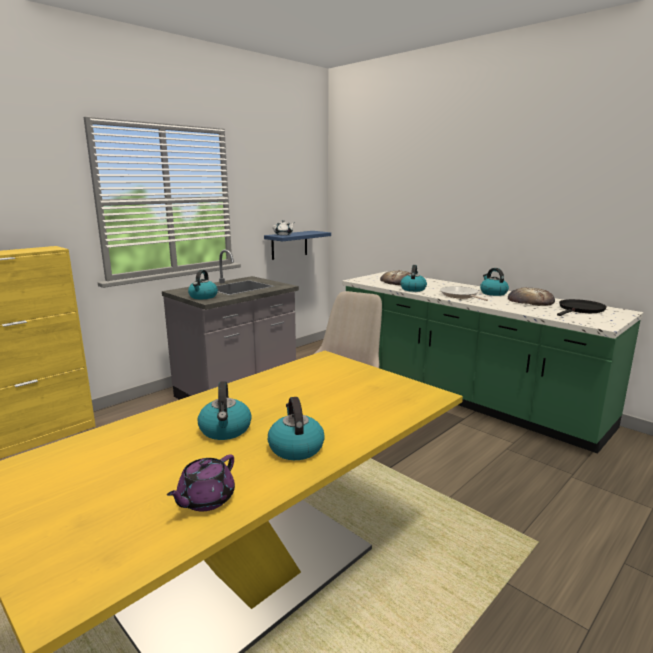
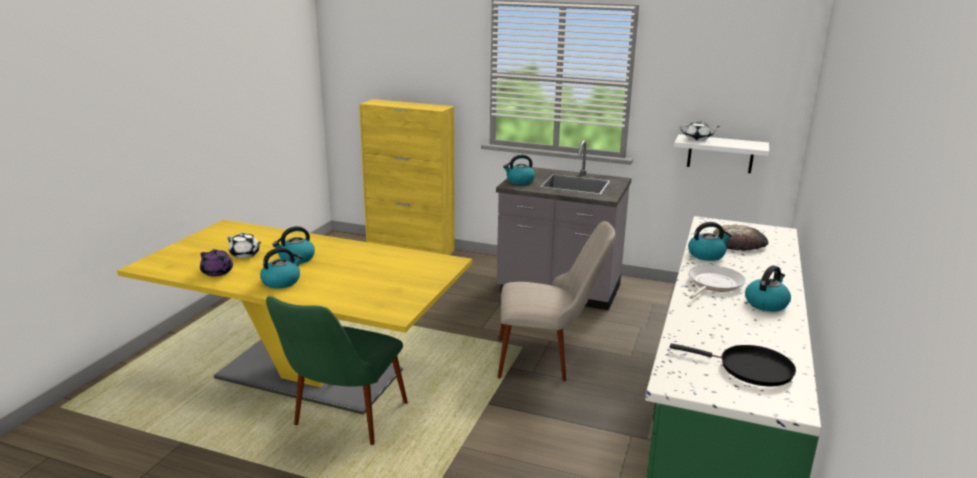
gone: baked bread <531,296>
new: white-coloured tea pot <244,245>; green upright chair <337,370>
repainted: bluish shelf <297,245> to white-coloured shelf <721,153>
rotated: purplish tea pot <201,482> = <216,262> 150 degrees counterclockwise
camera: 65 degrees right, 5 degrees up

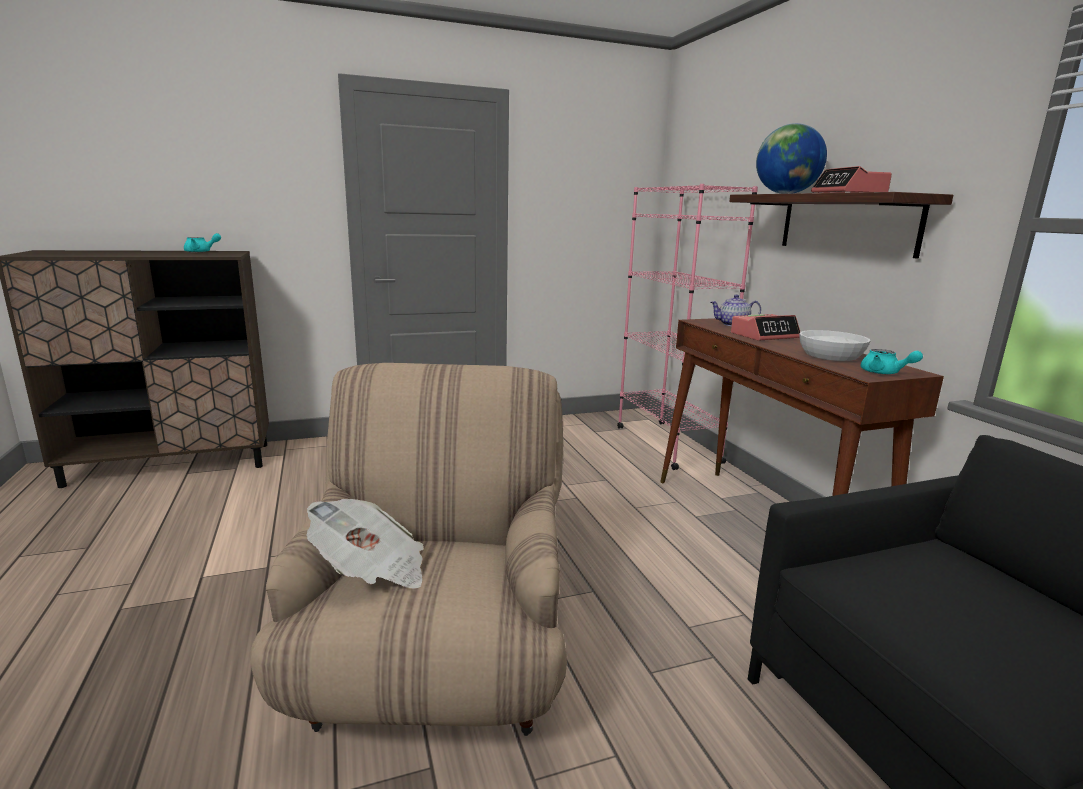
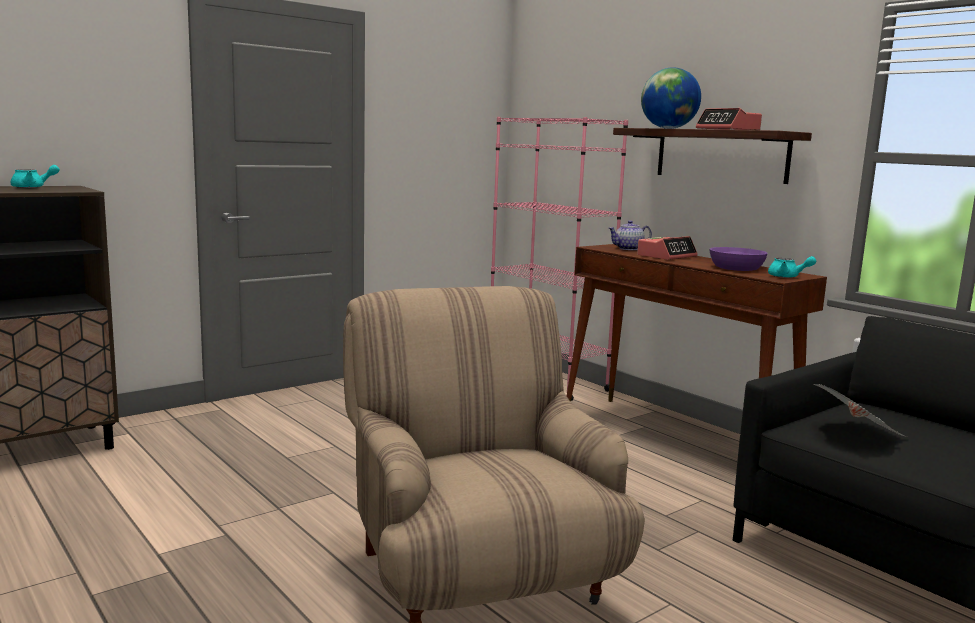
shifted: daily paper <365,544> to <860,410>
repainted: white-coloured bowl <835,345> to purplish bowl <738,259>
camera: 20 degrees left, 5 degrees down

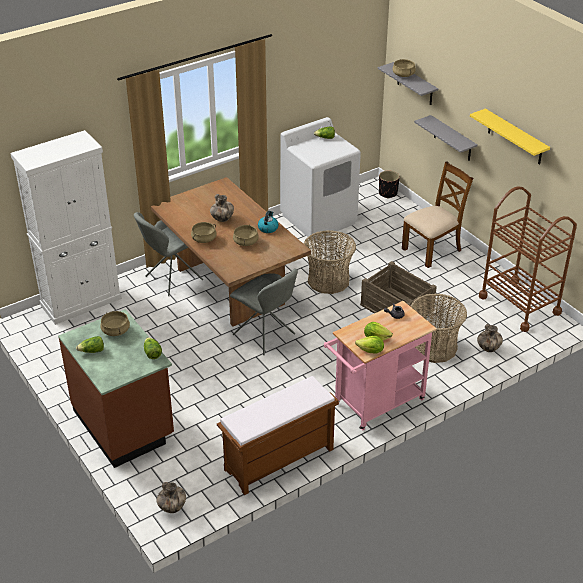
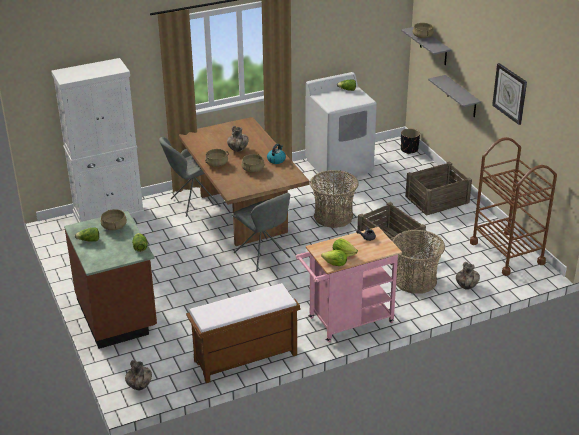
swapped: yellow shelf <510,137> to clock on the wall <509,94>; brown upright chair <437,215> to shipping crate <438,188>
camera: 10 degrees right, 5 degrees down

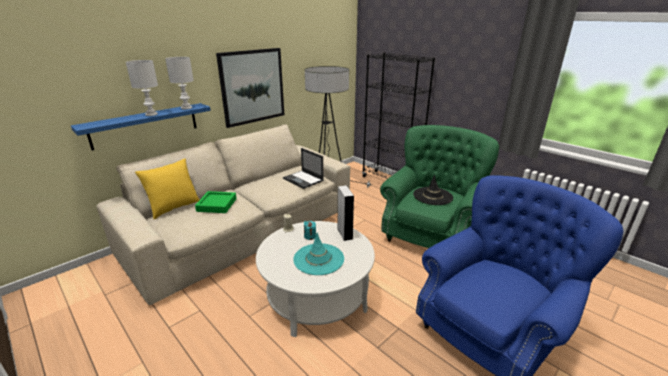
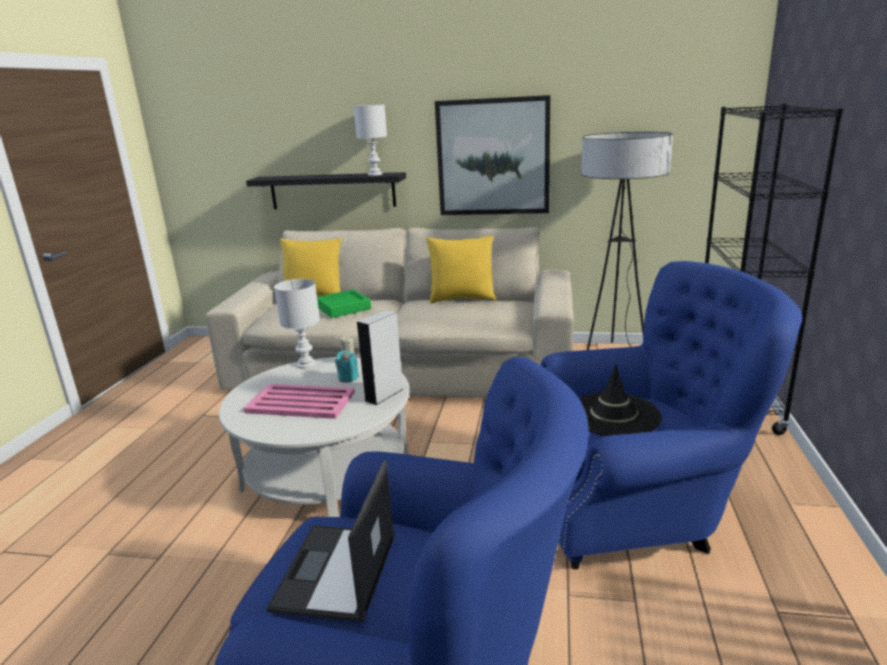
new: yellow throw pillow <461,269>
shifted: white-coloured tabletop lamp <142,88> to <297,324>; laptop <303,168> to <330,541>
swapped: blue-green wearable hat <318,254> to pink carrying tray <299,401>
repainted: bluish shelf <141,127> to blackish shelf <326,190>; green lounge chair <439,186> to bluish lounge chair <671,415>
camera: 55 degrees right, 5 degrees down

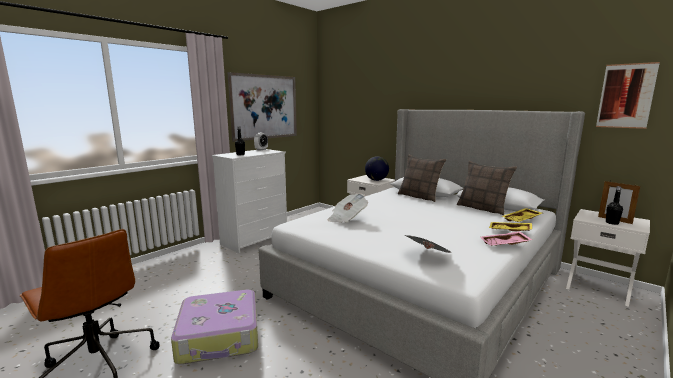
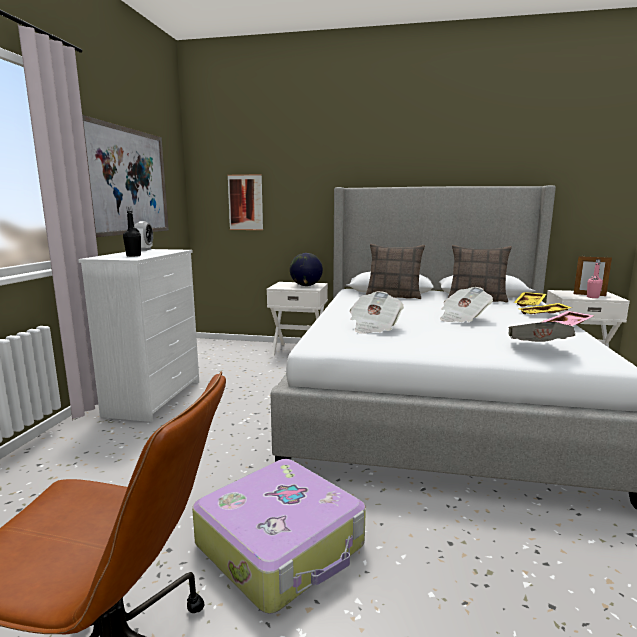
new: daily paper <466,304>
shifted: wall art <628,95> to <245,202>
repainted: blackish bottle <614,205> to pink bottle <595,278>
camera: 30 degrees left, 0 degrees up

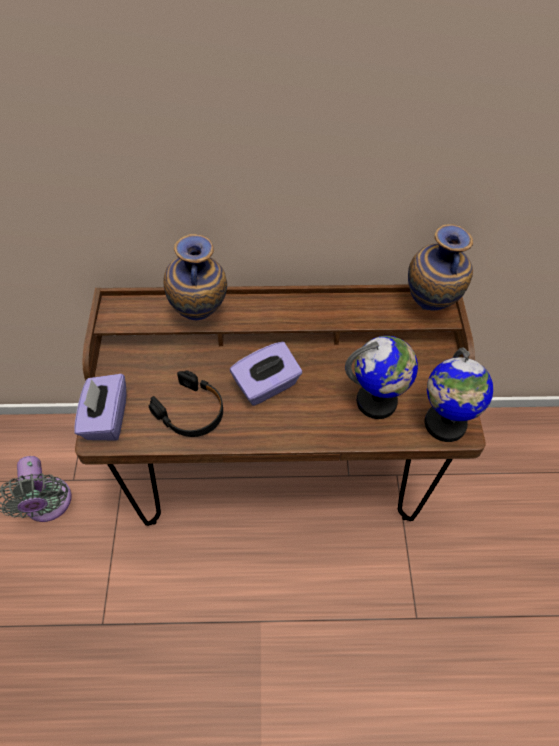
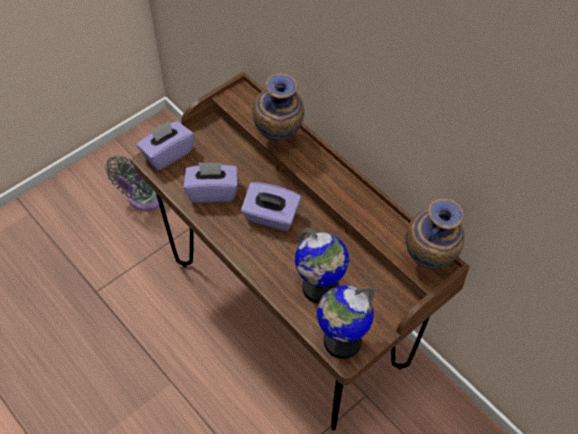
swapped: blackish pair of headphones <186,403> to purplish tissue box <211,182>
camera: 50 degrees right, 0 degrees up

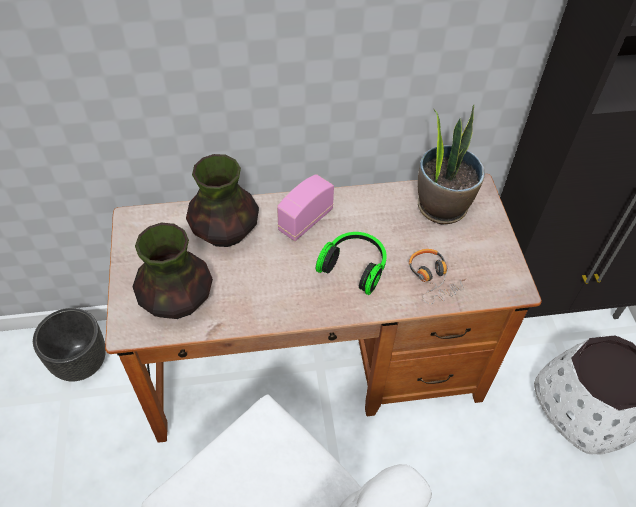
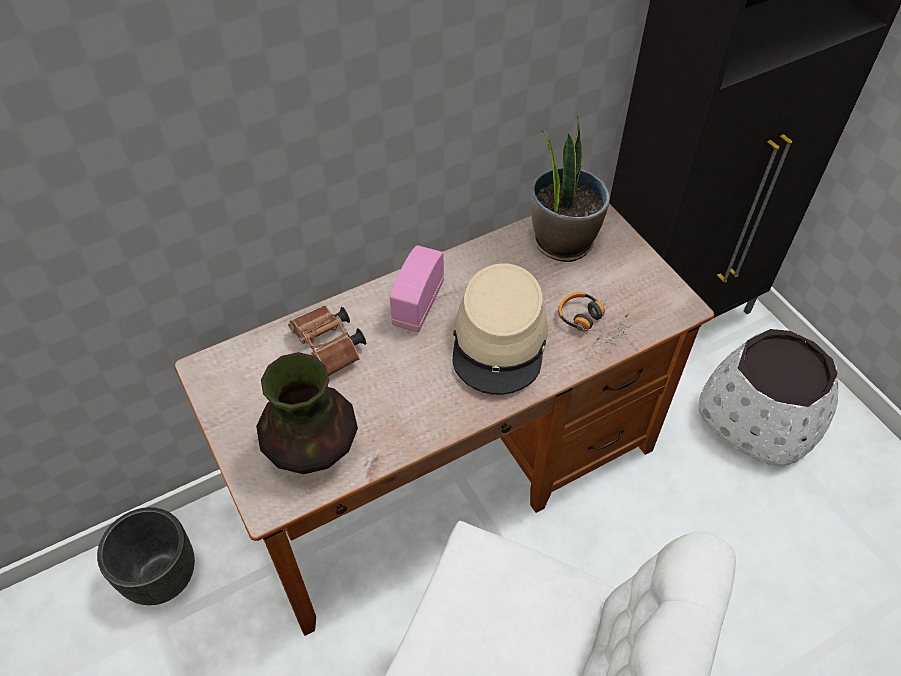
swapped: decorative vase <222,200> to brown field glasses <327,341>; pair of headphones <351,263> to beige wearable hat <500,329>
camera: 20 degrees left, 0 degrees up

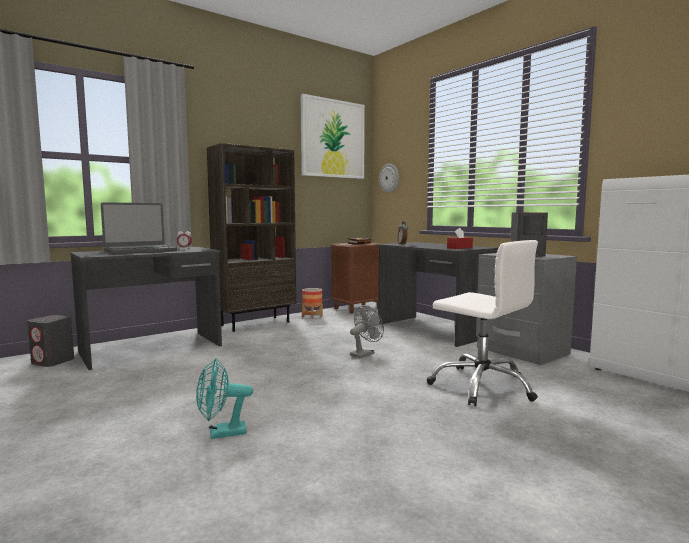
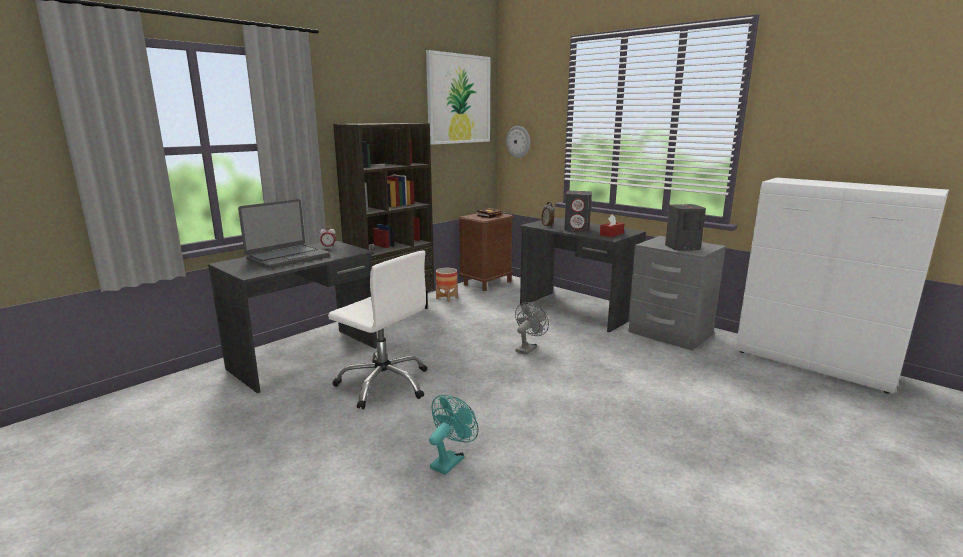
shifted: white-coloured office chair <482,323> to <377,330>; gray audio speaker <50,341> to <578,211>
rotated: blue-green electric fan <224,398> = <453,435> 150 degrees clockwise
camera: 10 degrees left, 10 degrees up

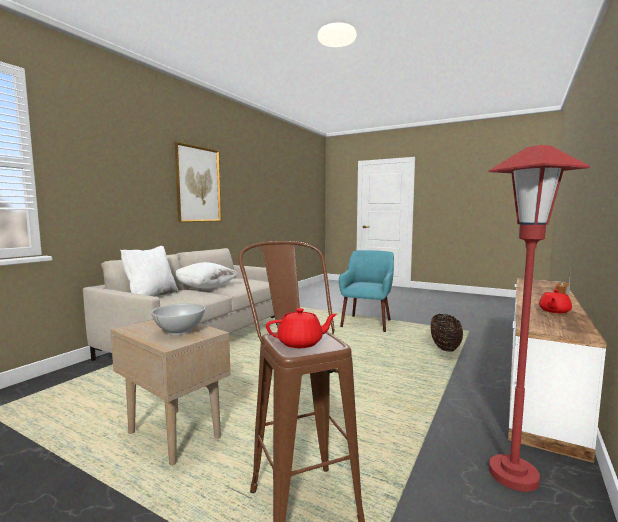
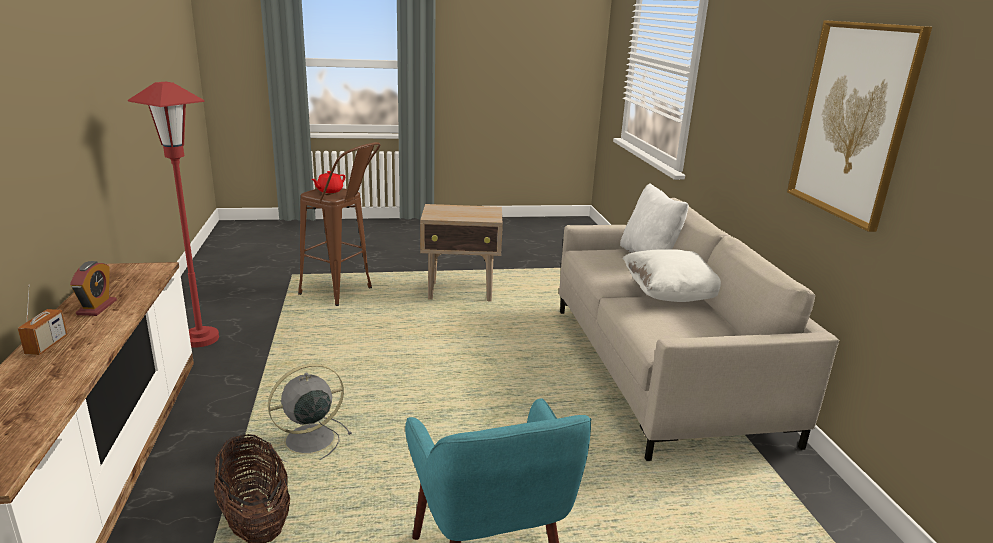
gone: white-coloured bowl <178,319>
new: gray electric fan <310,413>
swapped: red-coloured tea pot <555,301> to bedside clock <93,288>
camera: 140 degrees right, 15 degrees up

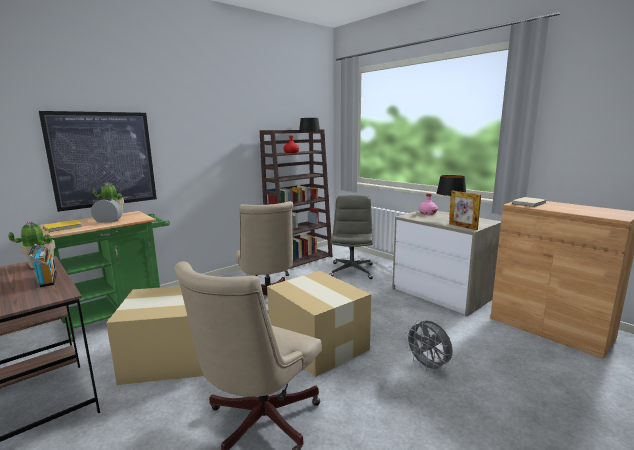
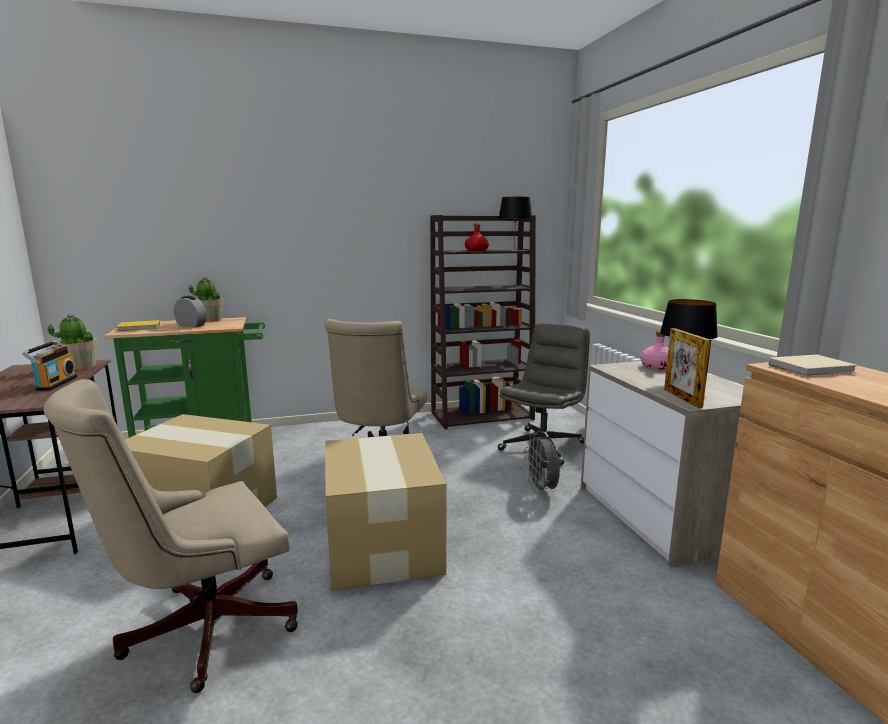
gone: wall art <98,161>
shifted: gray electric fan <428,346> to <542,463>
camera: 25 degrees right, 0 degrees up

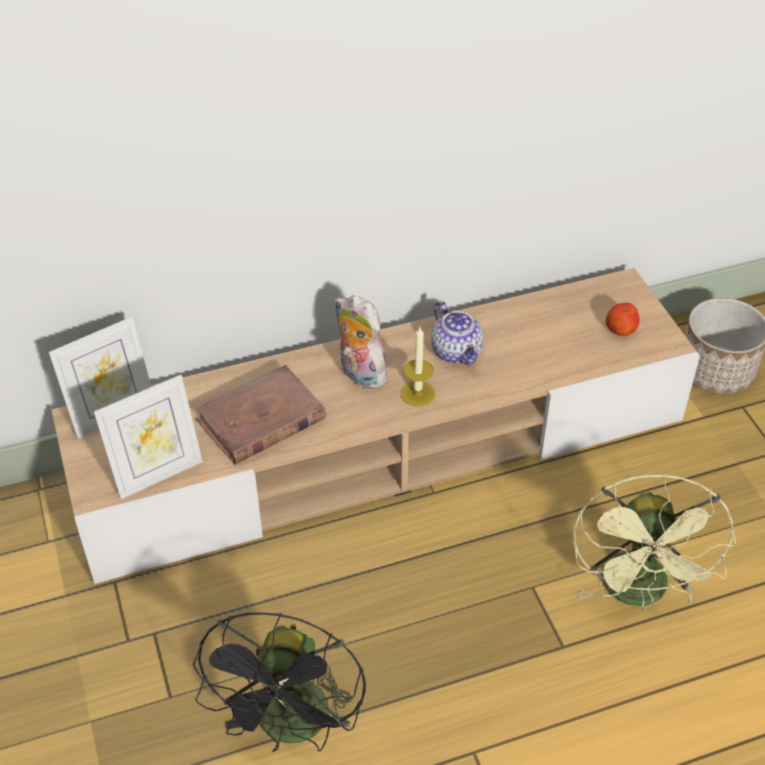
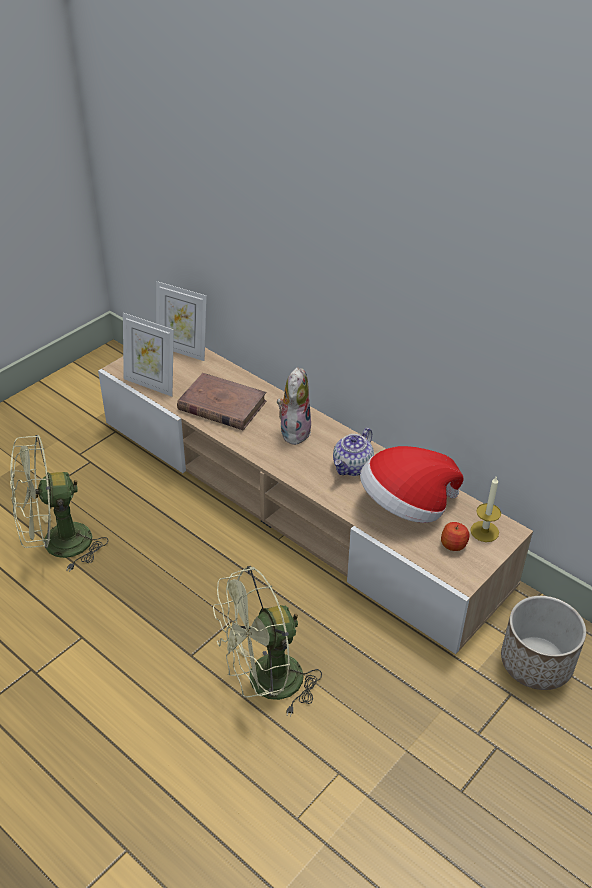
new: wearable hat <412,484>
shifted: candle <418,366> to <485,509>
repainted: blackish electric fan <279,682> to green electric fan <59,503>
camera: 60 degrees right, 5 degrees down

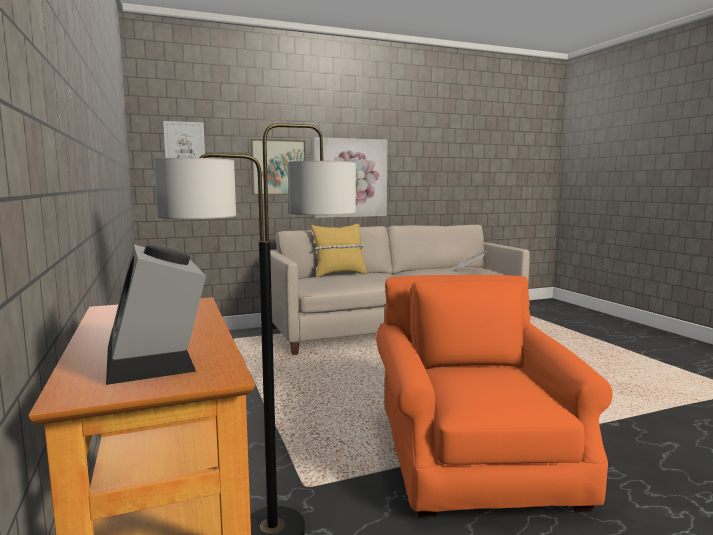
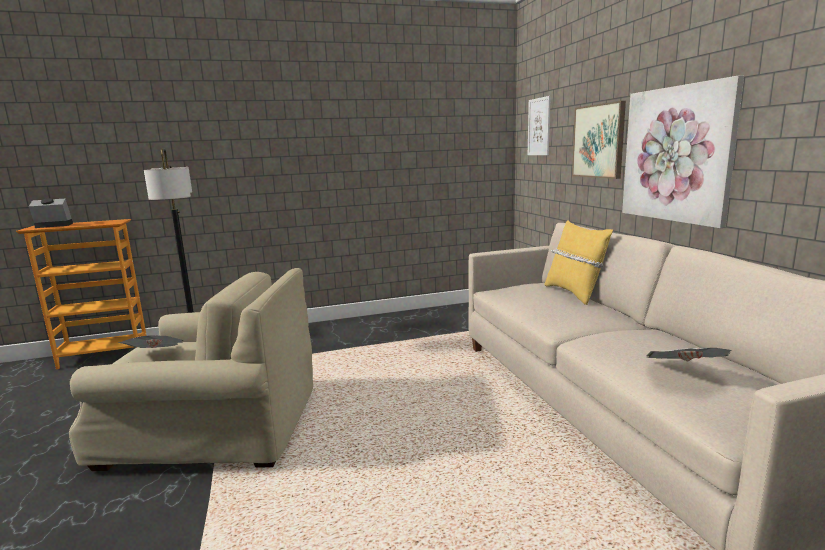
new: daily paper <150,341>
repainted: orange lounge chair <494,396> to beige lounge chair <191,369>
camera: 95 degrees right, 5 degrees up

